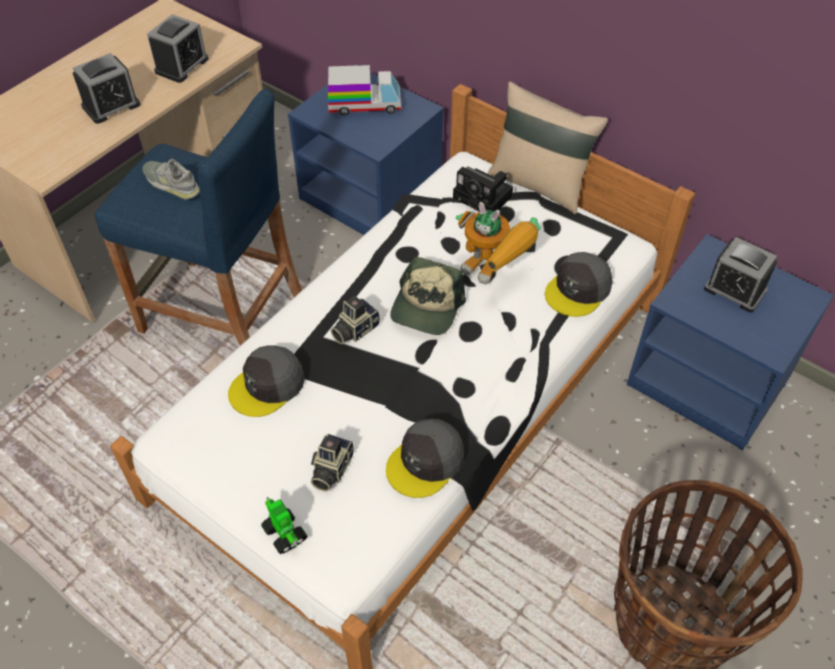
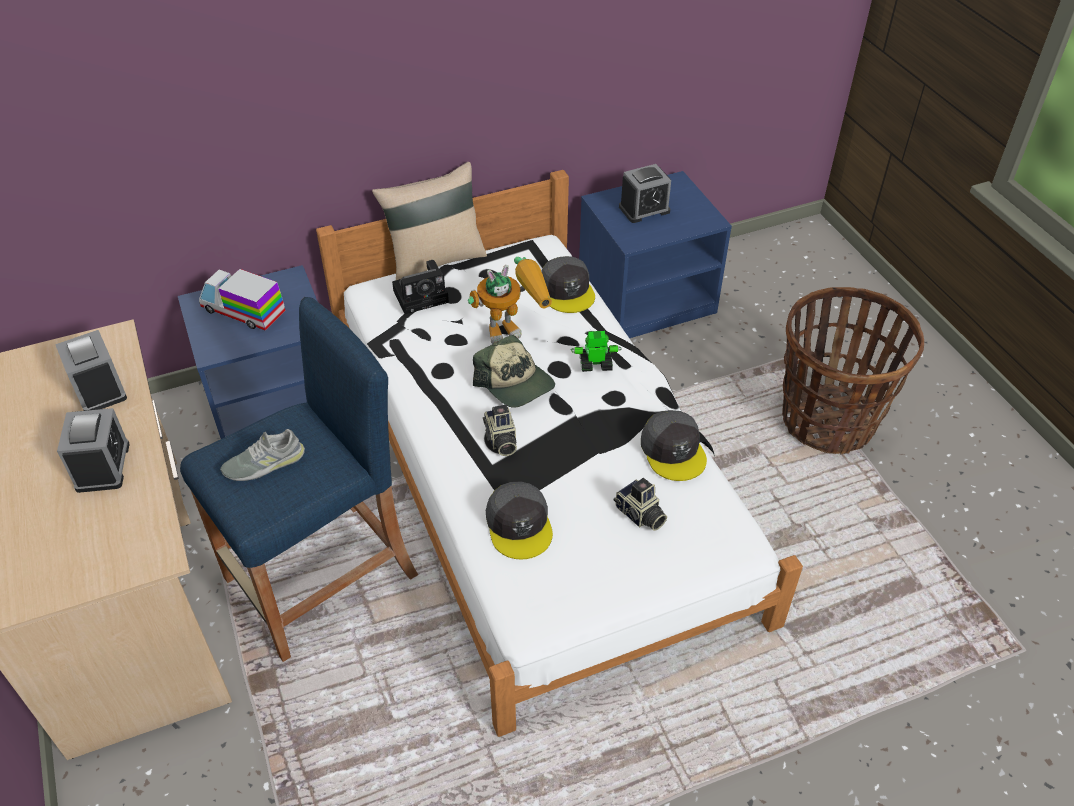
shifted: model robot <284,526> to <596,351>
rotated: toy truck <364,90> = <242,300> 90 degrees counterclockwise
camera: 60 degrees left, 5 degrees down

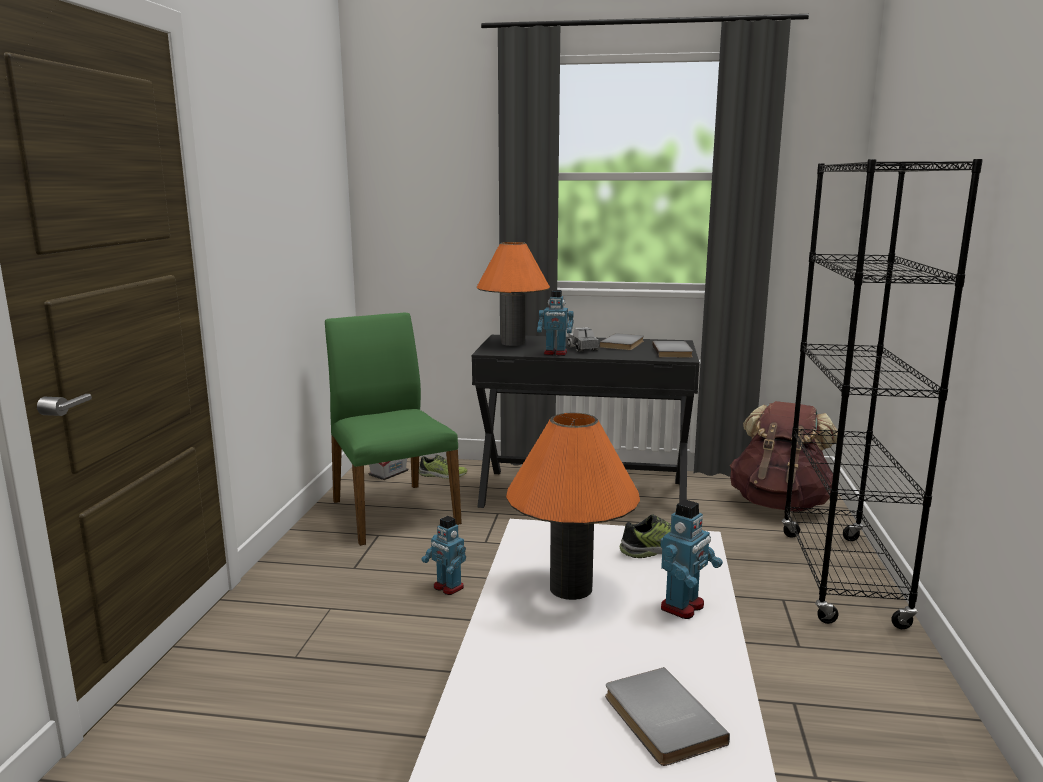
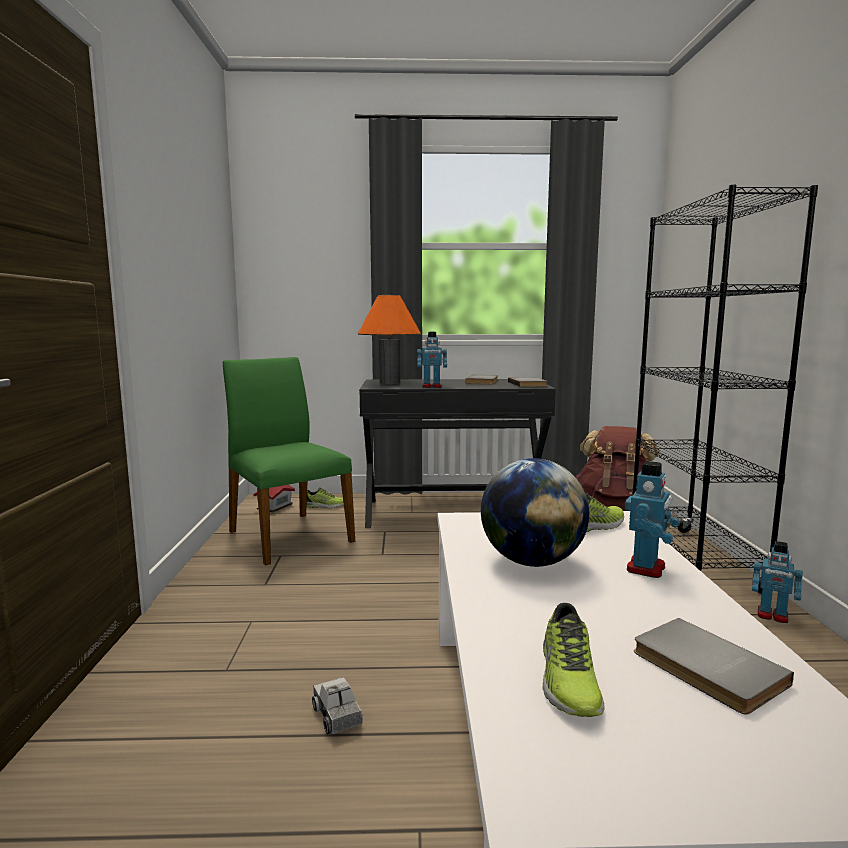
new: shoe <574,660>
shifted: toy truck <583,339> to <337,706>; model robot <443,555> to <777,582>
swapped: orange tabletop lamp <573,506> to desk globe <535,512>
camera: 10 degrees left, 5 degrees down

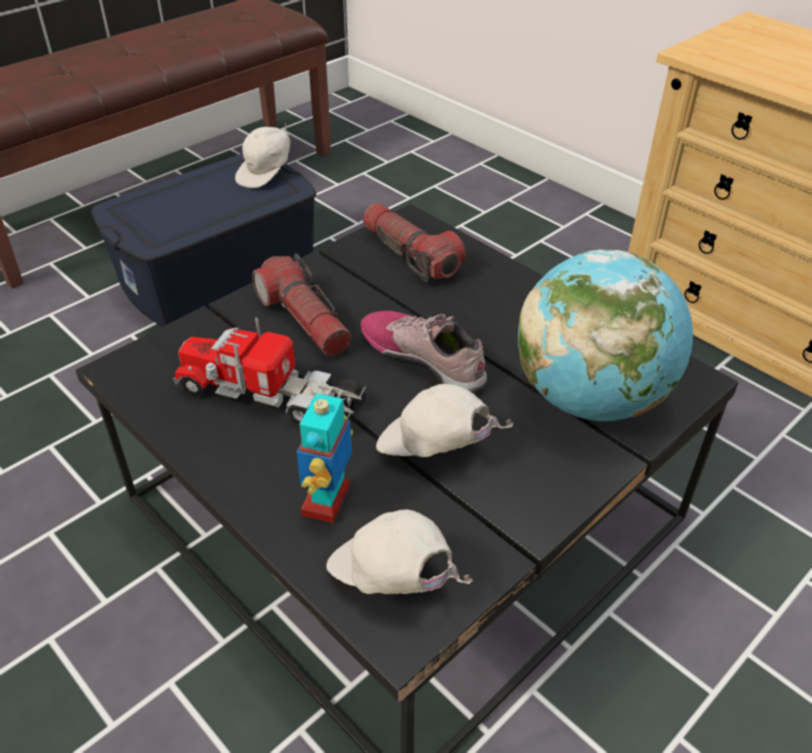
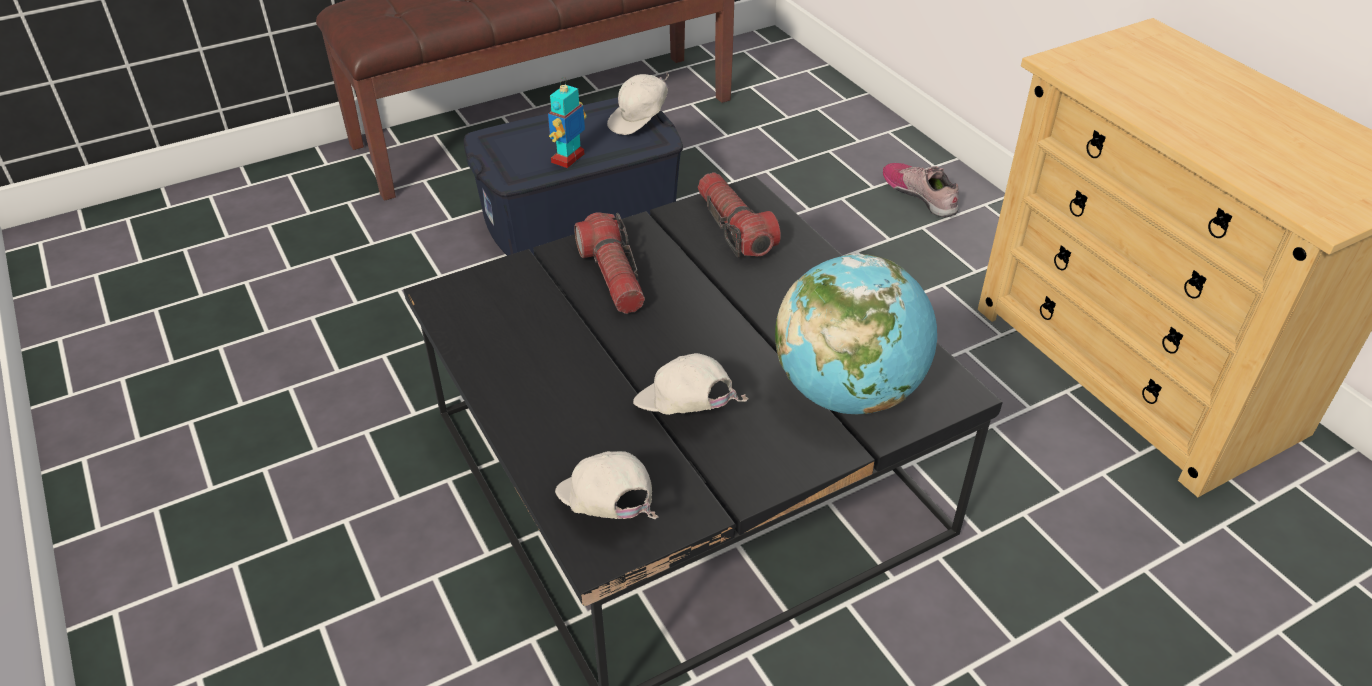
gone: toy truck <269,371>
shifted: shoe <424,352> to <921,190>; model robot <324,455> to <567,122>
camera: 15 degrees right, 0 degrees up

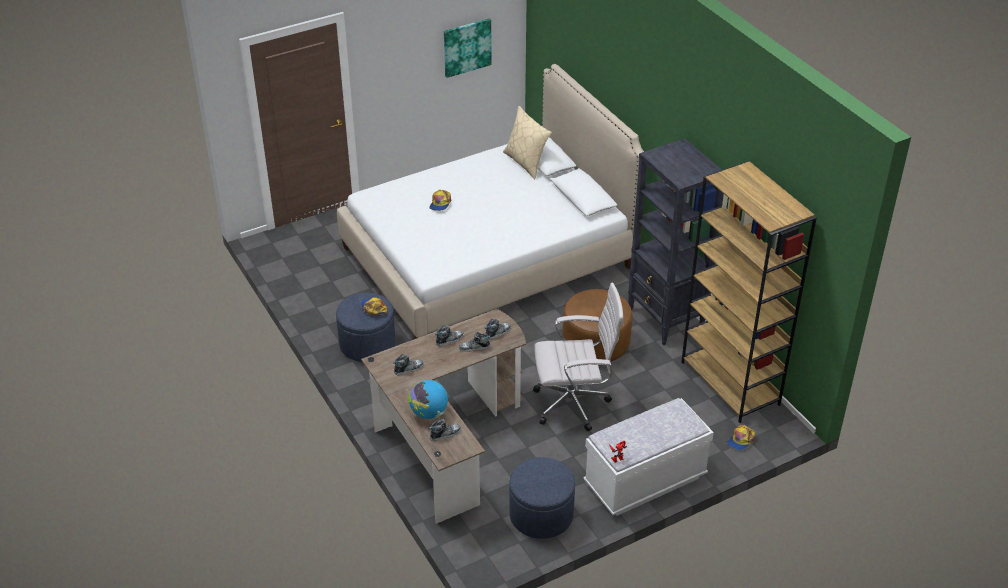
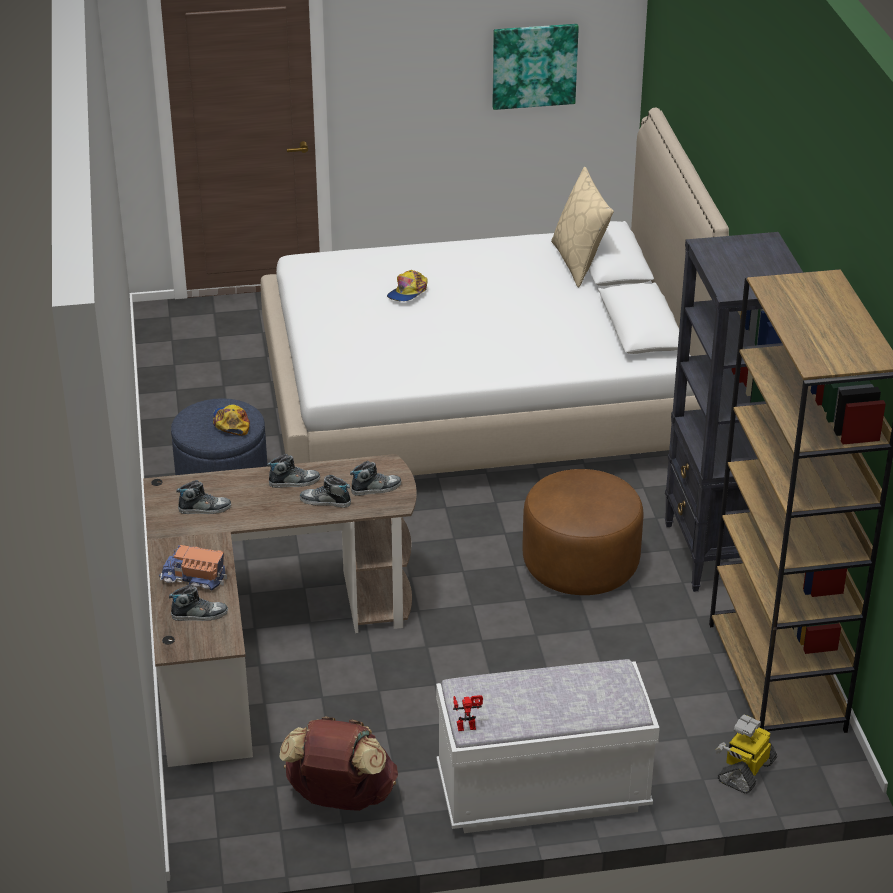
gone: white-coloured office chair <578,357>
swapped: desk globe <428,399> to toy truck <193,567>; cap <741,437> to model robot <746,754>; bluish ottoman <542,498> to brown rucksack <338,763>
camera: 20 degrees right, 5 degrees down

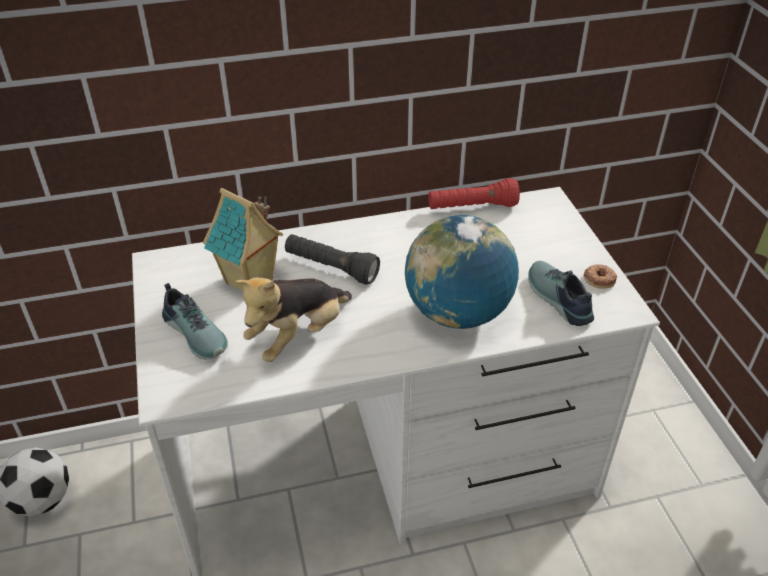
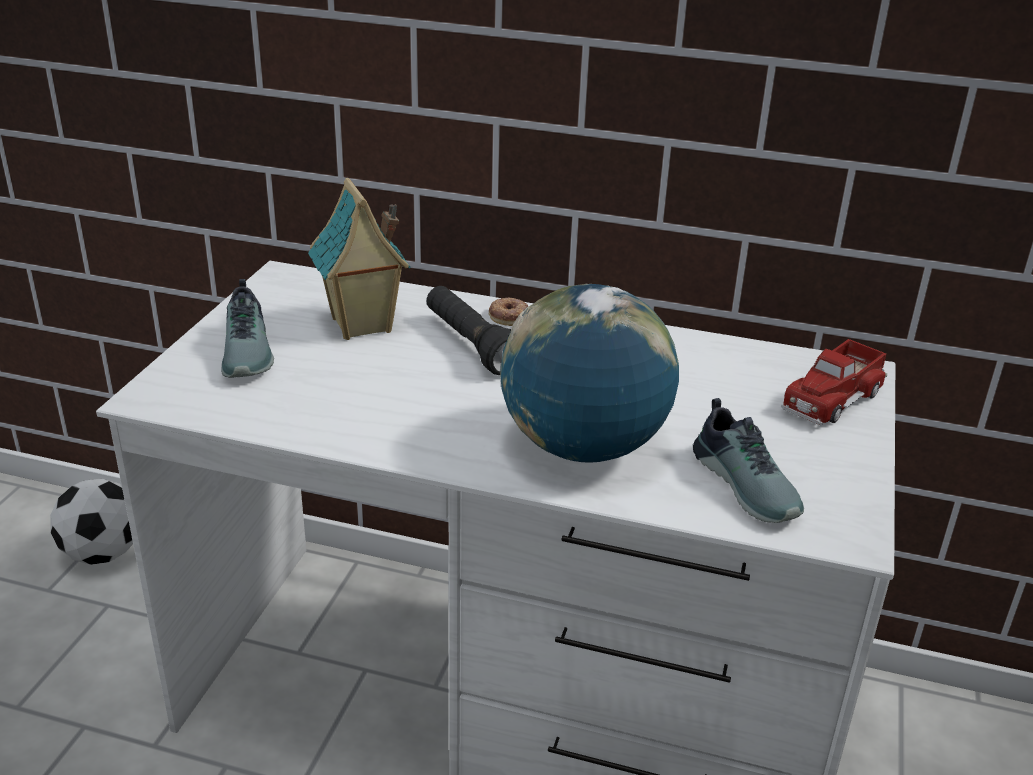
gone: red-coloured flashlight <474,193>; soft toy <293,319>
new: toy truck <834,382>
shifted: ring doughnut <600,276> to <508,311>
rotated: shoe <561,293> = <748,460> 150 degrees clockwise
camera: 30 degrees right, 10 degrees down

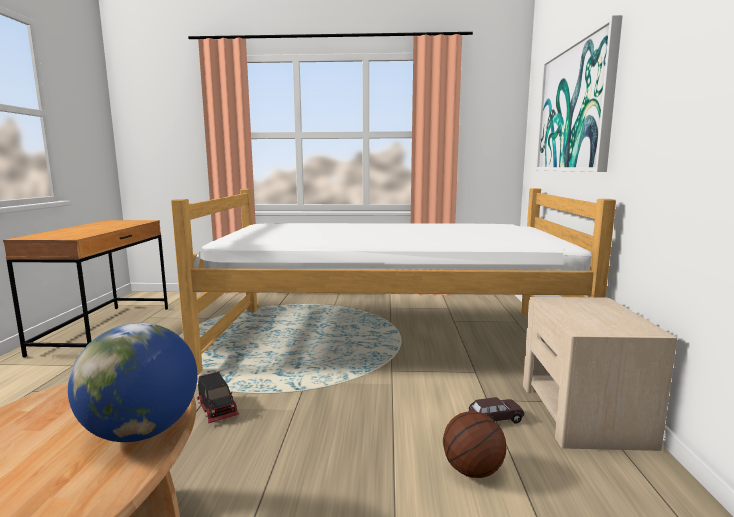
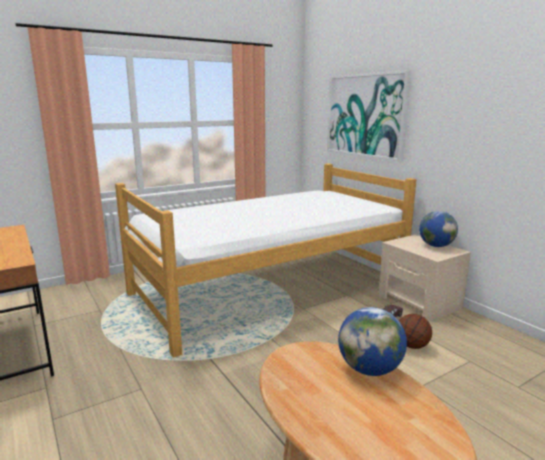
gone: toy truck <218,397>
new: desk globe <438,229>
camera: 35 degrees left, 5 degrees up

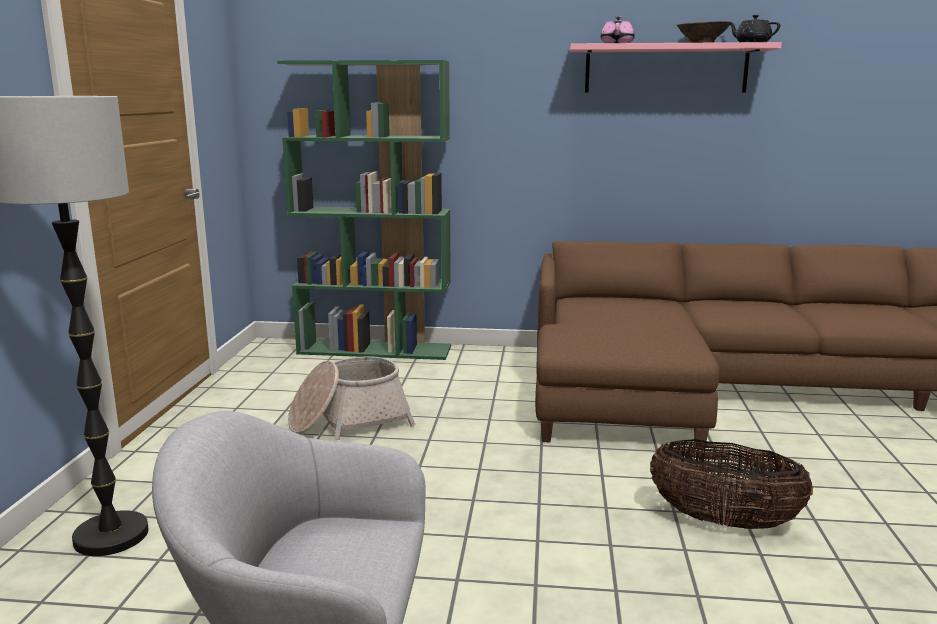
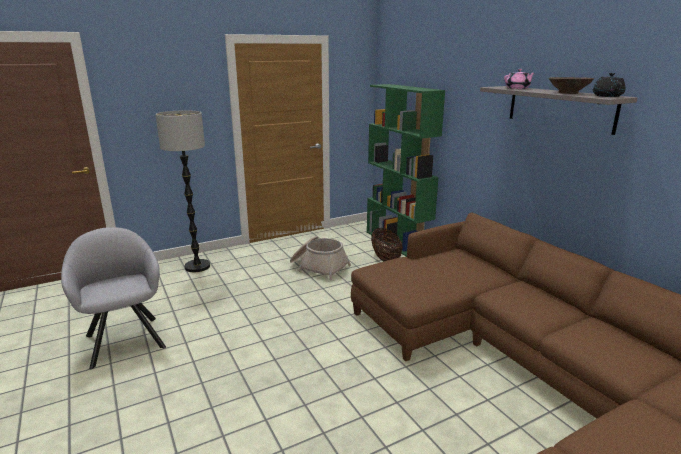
shifted: basket <731,484> to <387,245>
repainted: pink shelf <676,67> to gray shelf <558,110>
camera: 55 degrees right, 5 degrees up

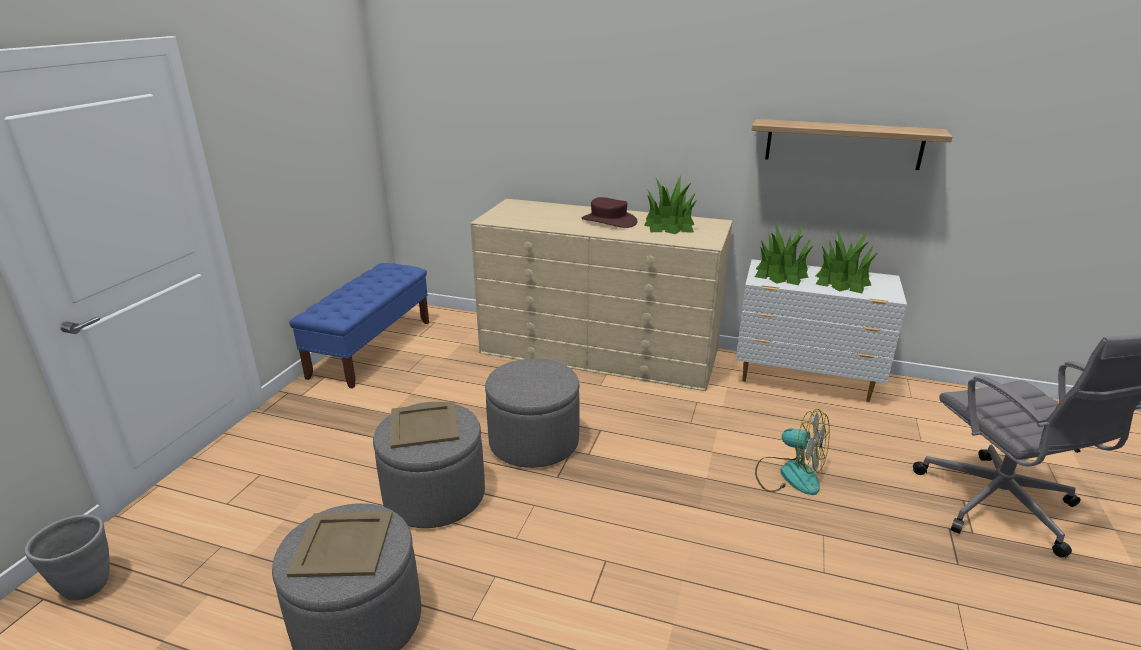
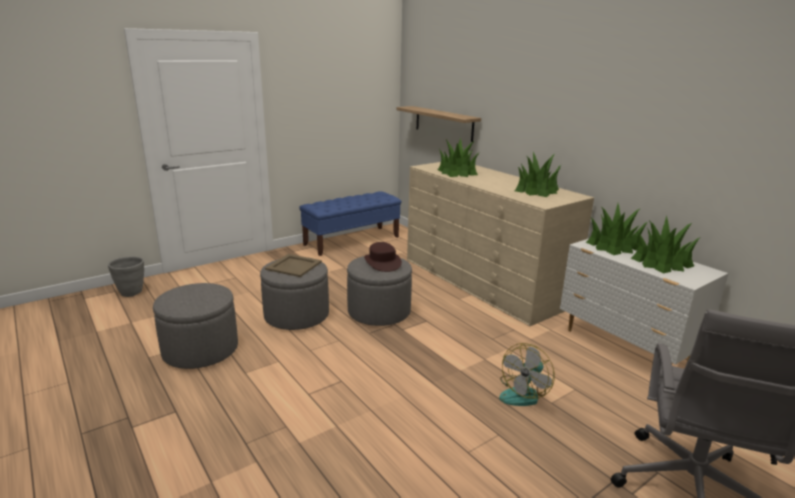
gone: beige carrying tray <340,544>
new: houseplant <458,157>
shifted: shelf <852,144> to <439,124>; brown wearable hat <609,212> to <383,257>
rotated: electric fan <792,452> = <527,374> 60 degrees clockwise
camera: 35 degrees right, 5 degrees down

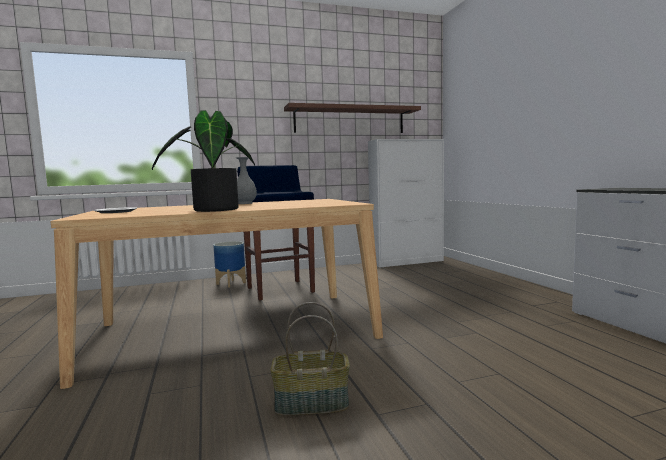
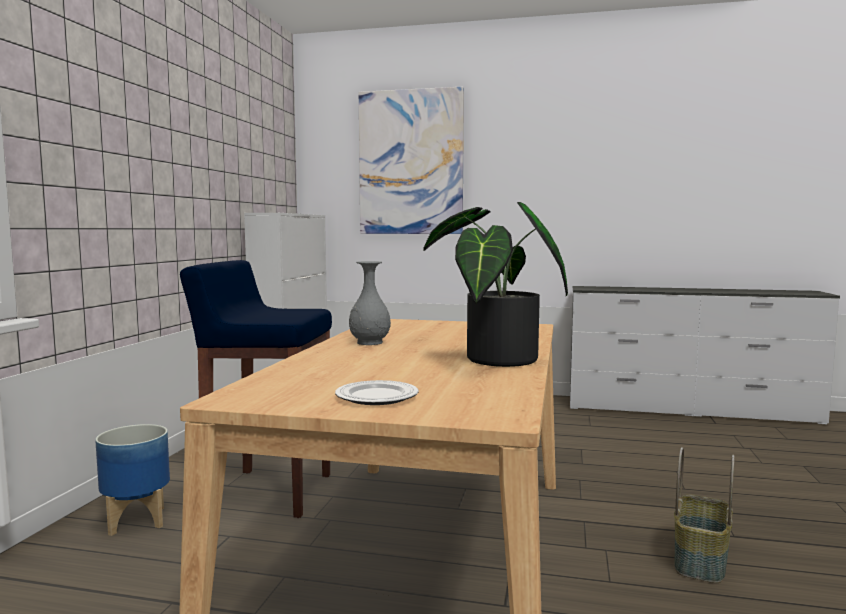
gone: shelf <352,118>
new: wall art <411,160>
camera: 60 degrees left, 0 degrees up

